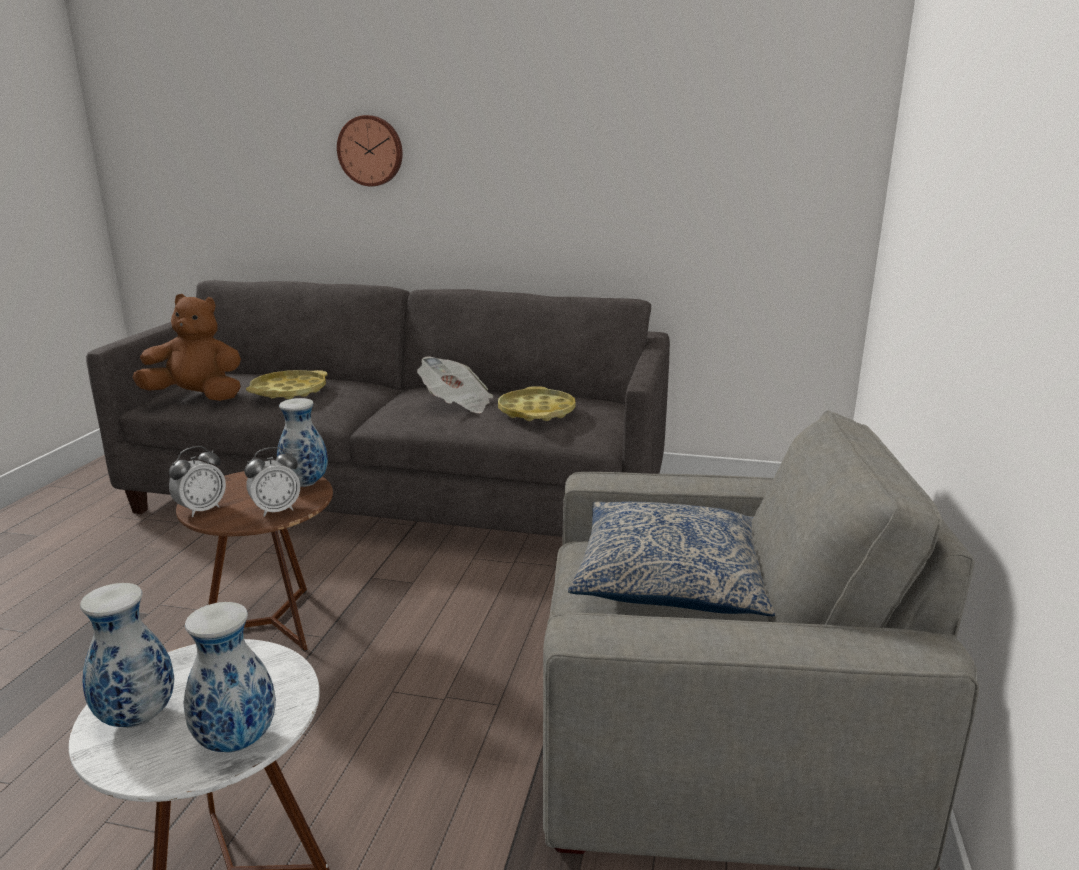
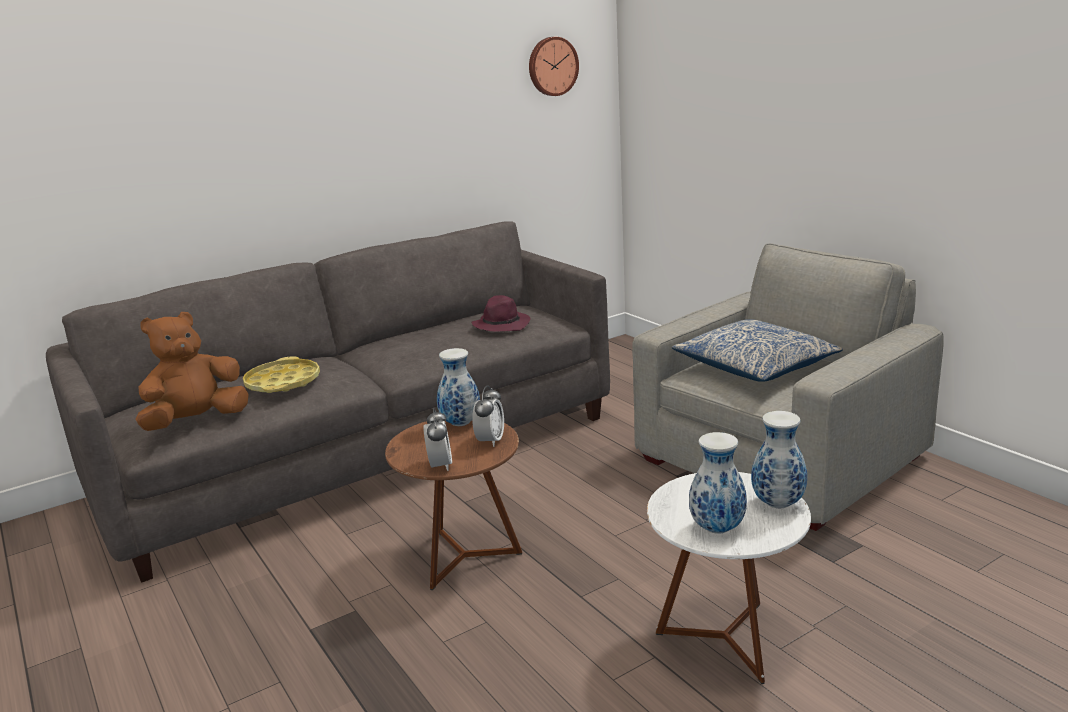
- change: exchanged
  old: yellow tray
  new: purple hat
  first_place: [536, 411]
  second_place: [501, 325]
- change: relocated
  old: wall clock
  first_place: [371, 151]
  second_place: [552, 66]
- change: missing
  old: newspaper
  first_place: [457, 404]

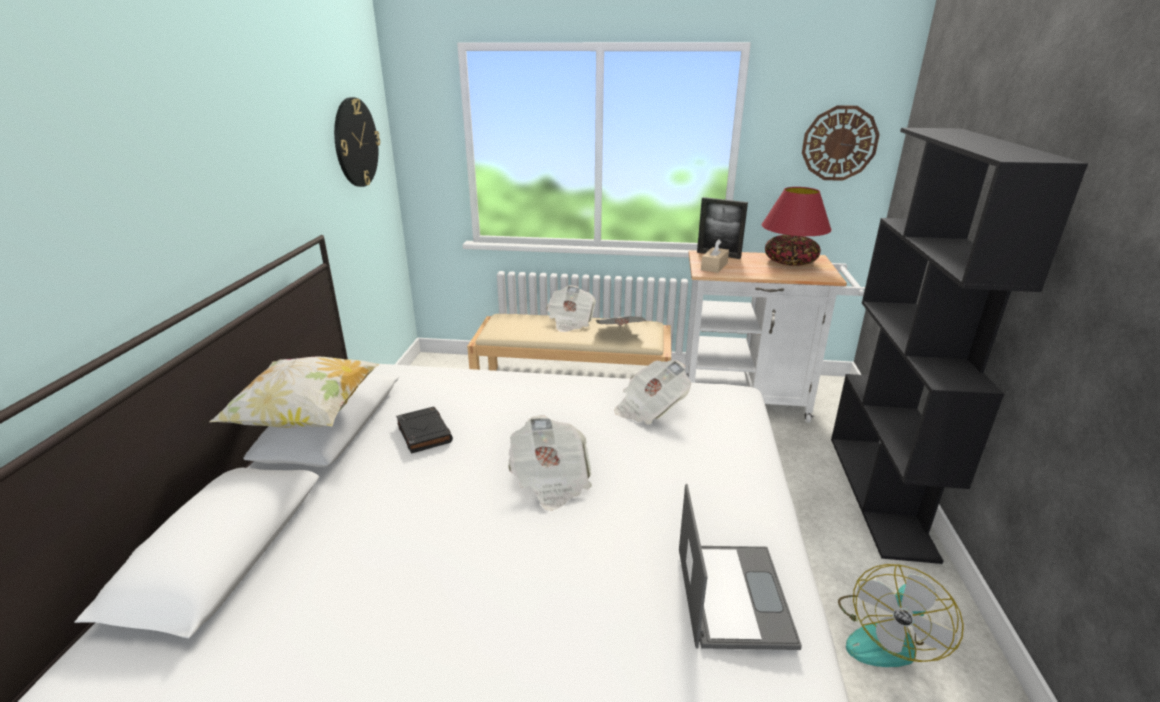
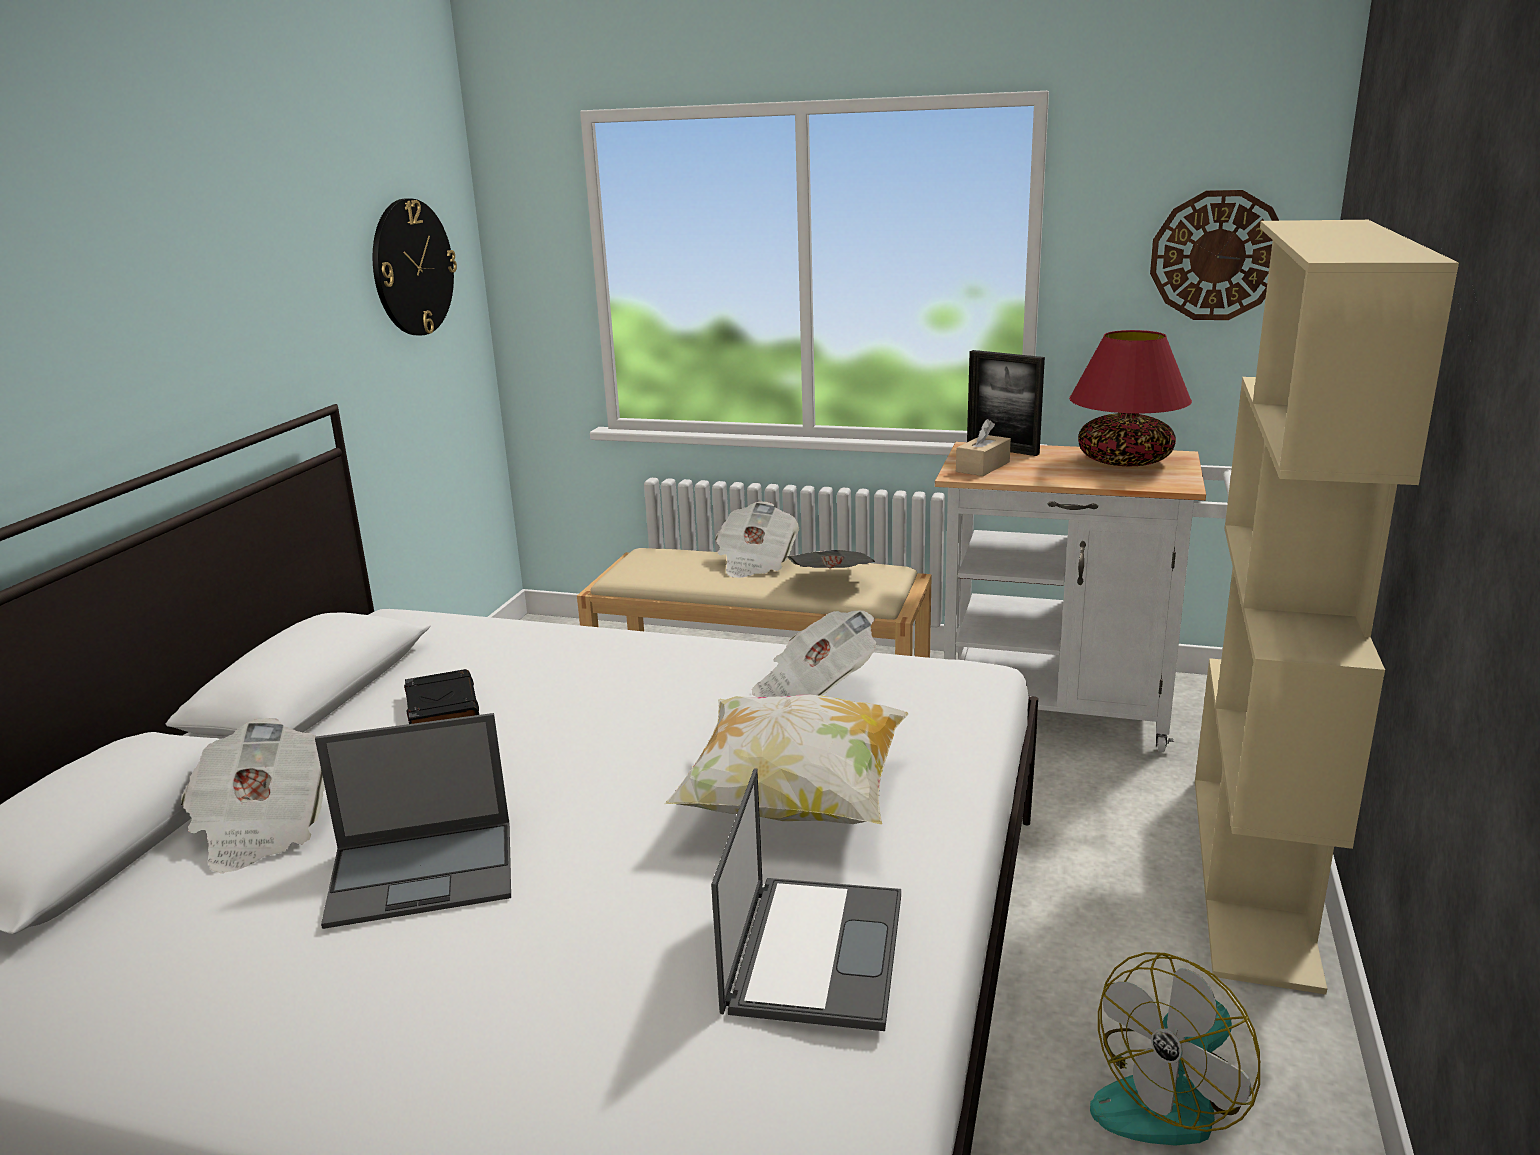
- change: relocated
  old: newspaper
  first_place: [550, 480]
  second_place: [262, 828]
- change: appeared
  new: laptop
  second_place: [425, 872]
- change: relocated
  old: pillow
  first_place: [306, 416]
  second_place: [794, 801]
- change: colour
  old: black bookcase
  new: beige bookcase
  first_place: [880, 494]
  second_place: [1253, 874]

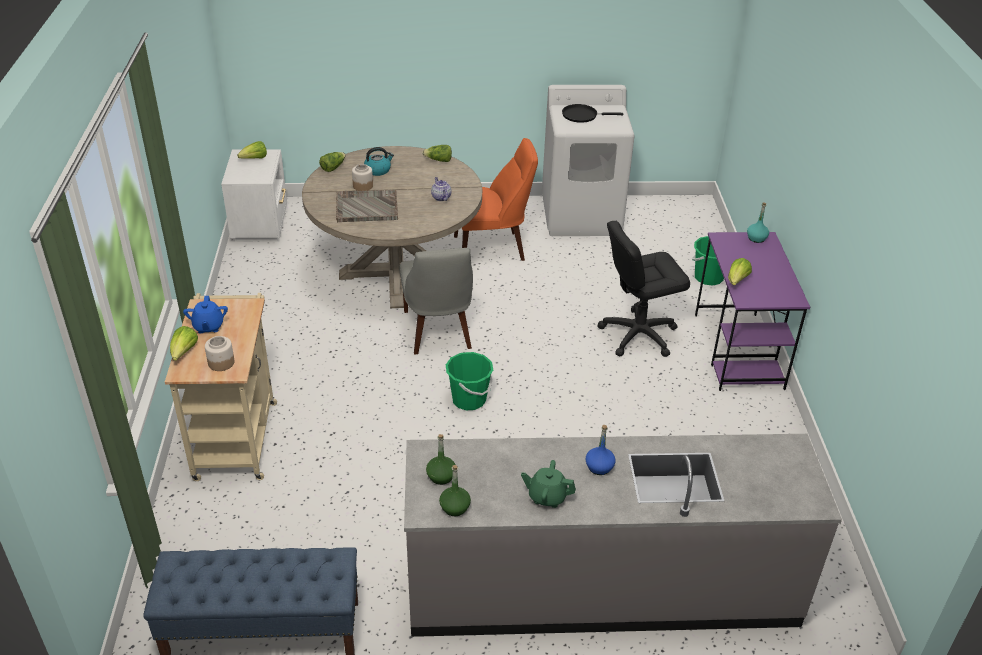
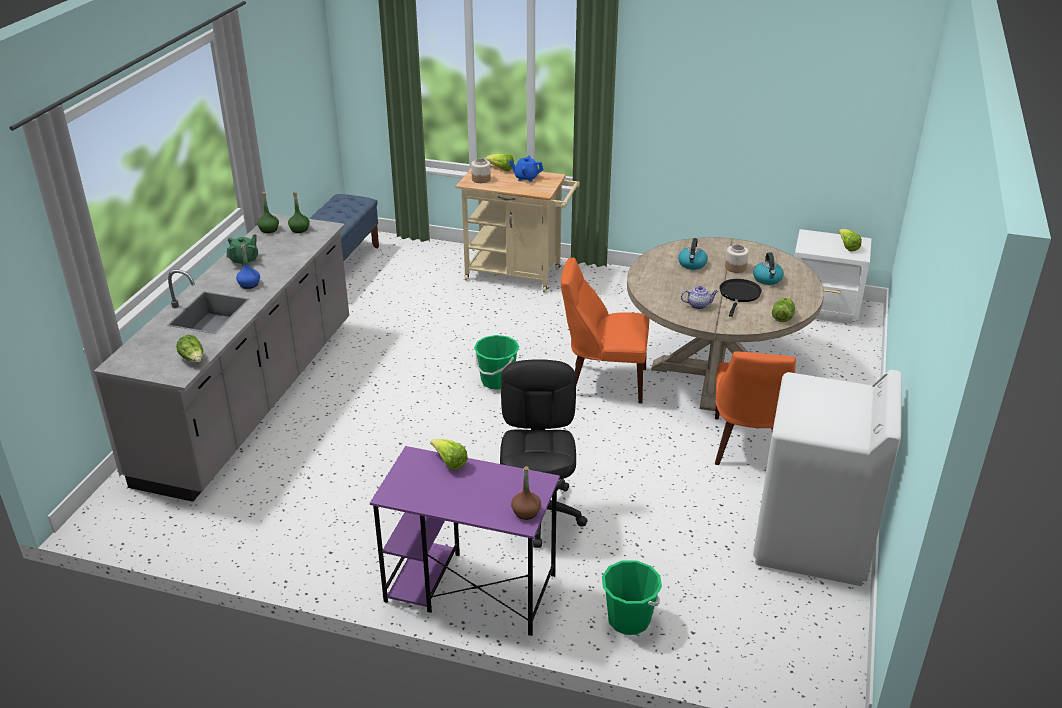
- change: relocated
  old: lettuce
  first_place: [333, 167]
  second_place: [193, 359]
- change: colour
  old: turquoise bottle
  new: brown bottle
  first_place: [756, 238]
  second_place: [526, 512]
- change: colour
  old: grey chair
  new: orange chair
  first_place: [438, 332]
  second_place: [603, 382]
- change: exchanged
  old: grey tray
  new: kettle
  first_place: [366, 207]
  second_place: [692, 264]
- change: relocated
  old: black frying pan
  first_place: [582, 116]
  second_place: [739, 295]

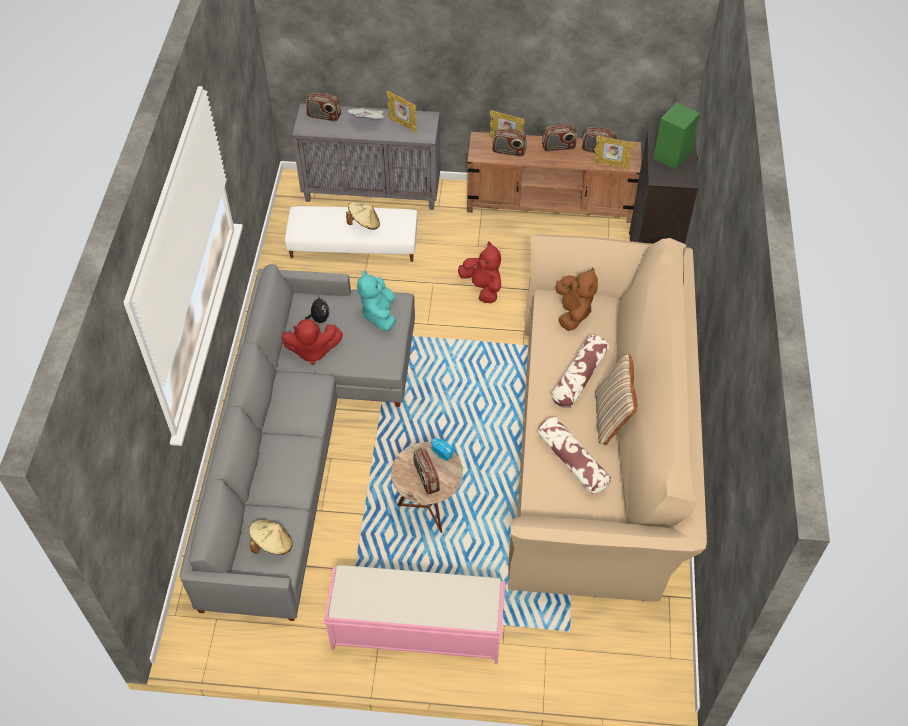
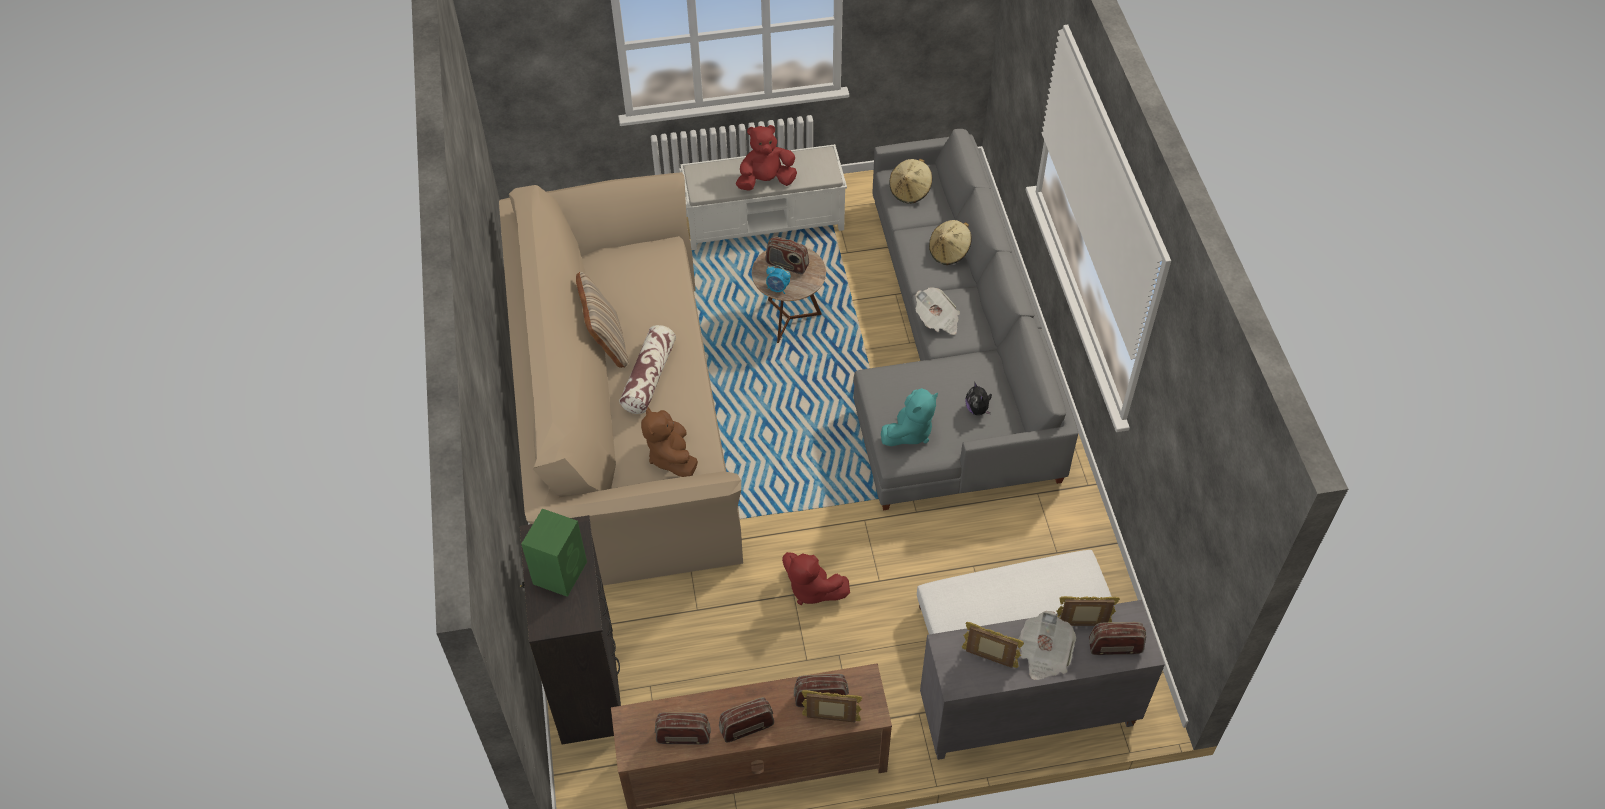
- change: colour
  old: pink bench
  new: white bench
  first_place: [415, 630]
  second_place: [765, 221]
- change: relocated
  old: red plush toy
  first_place: [312, 351]
  second_place: [766, 181]
- change: spun
  old: radio
  first_place: [426, 478]
  second_place: [787, 265]
  degrees: 150
- change: spun
  old: turquoise plush toy
  first_place: [379, 314]
  second_place: [910, 432]
  degrees: 60
- change: appeared
  new: newspaper
  second_place: [937, 320]
- change: relocated
  old: beige hat
  first_place: [364, 223]
  second_place: [949, 252]
- change: relocated
  old: picture frame
  first_place: [611, 165]
  second_place: [1082, 625]
- change: missing
  old: pillow
  first_place: [572, 461]

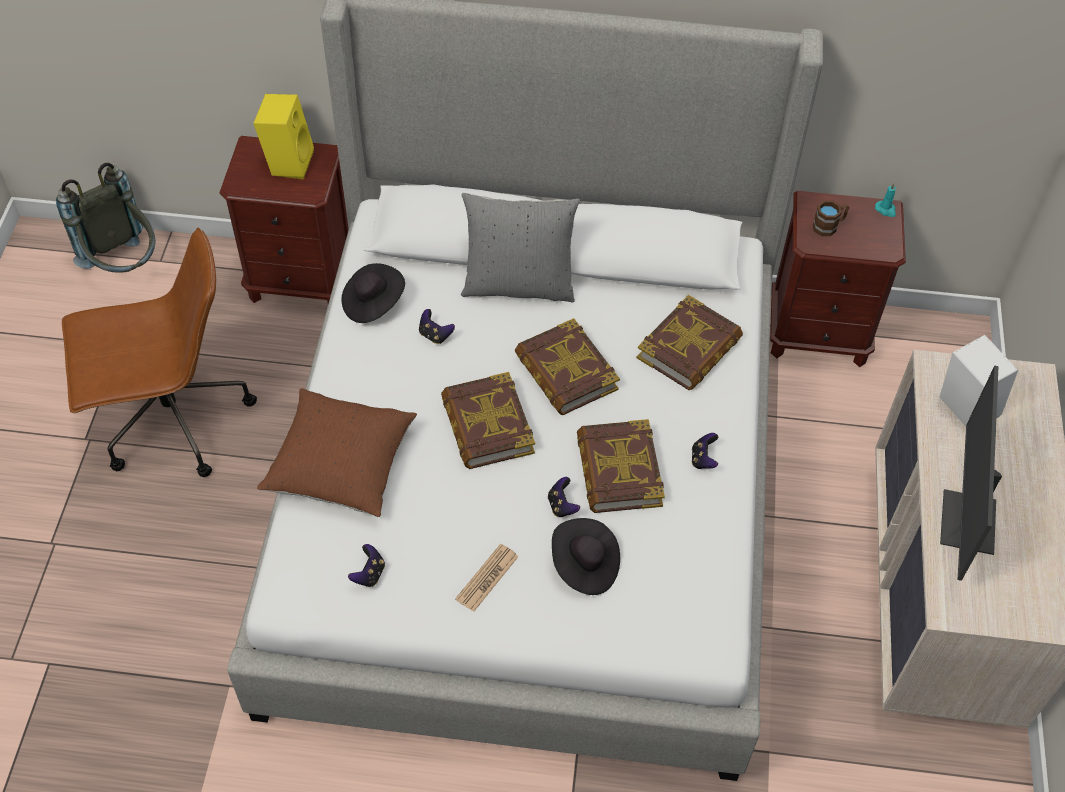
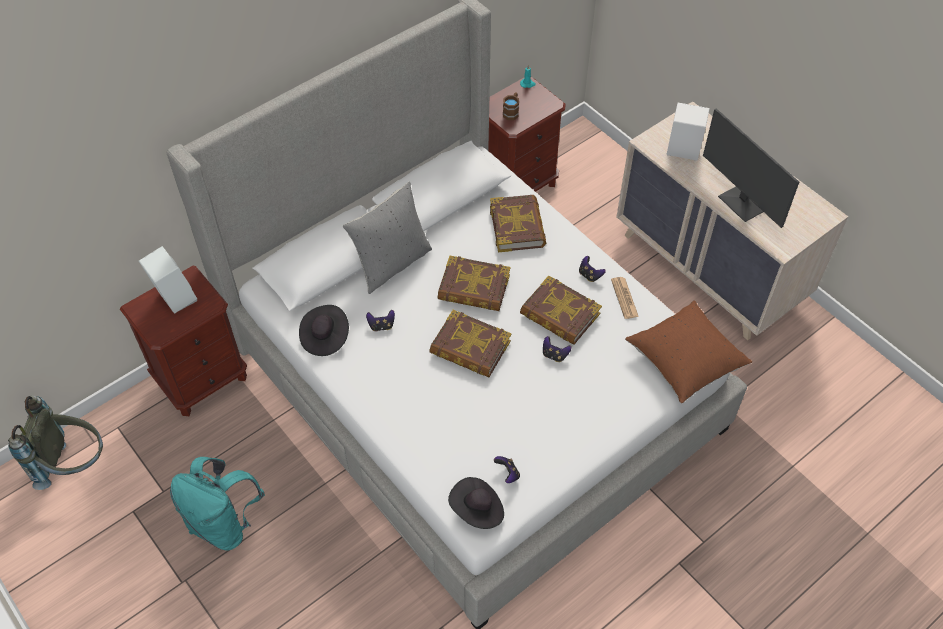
- change: colour
  old: yellow speaker
  new: white speaker
  first_place: [288, 162]
  second_place: [173, 298]
- change: exchanged
  old: brown office chair
  new: turquoise backpack
  first_place: [172, 421]
  second_place: [224, 523]
- change: relocated
  old: black hat
  first_place: [584, 565]
  second_place: [477, 510]
- change: relocated
  old: newspaper
  first_place: [487, 578]
  second_place: [624, 298]
- change: relocated
  old: brown pillow
  first_place: [341, 466]
  second_place: [684, 361]

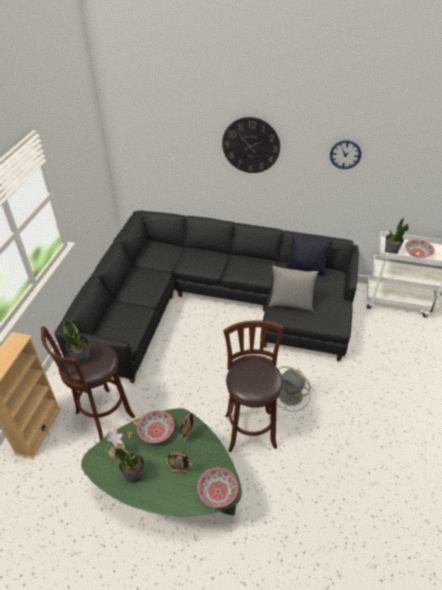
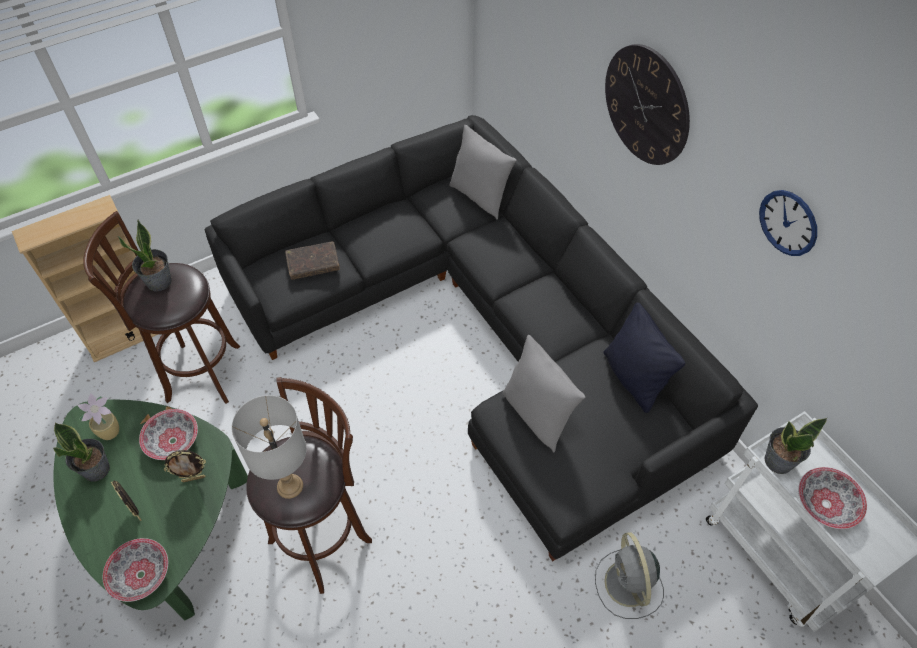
- change: appeared
  new: grey table lamp
  second_place: [290, 486]
- change: appeared
  new: brown book
  second_place: [313, 264]
- change: appeared
  new: grey pillow
  second_place: [480, 196]
- change: relocated
  old: grey fan
  first_place: [291, 396]
  second_place: [628, 585]

